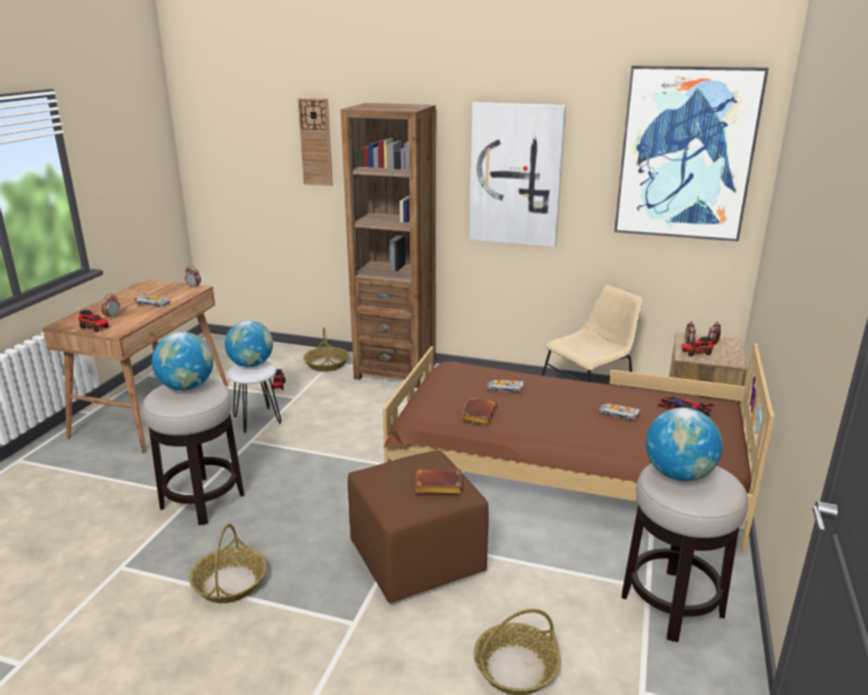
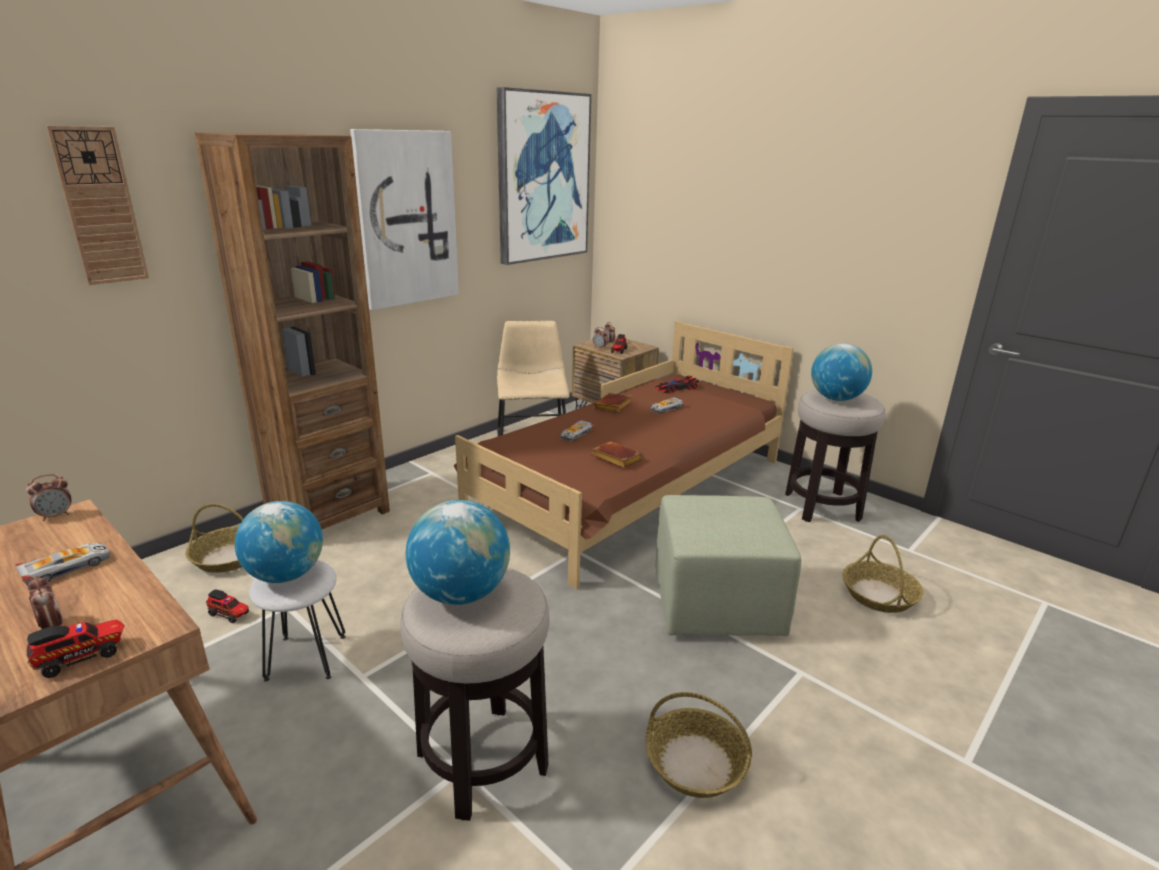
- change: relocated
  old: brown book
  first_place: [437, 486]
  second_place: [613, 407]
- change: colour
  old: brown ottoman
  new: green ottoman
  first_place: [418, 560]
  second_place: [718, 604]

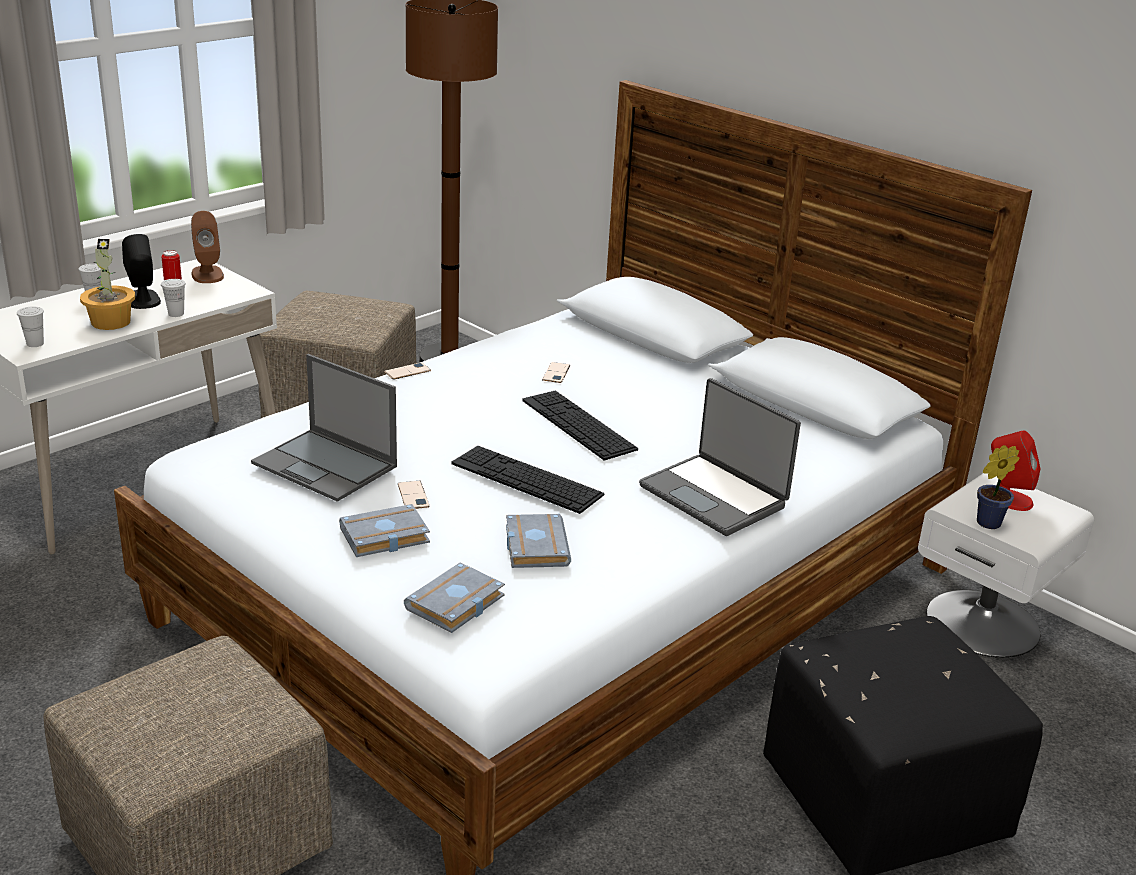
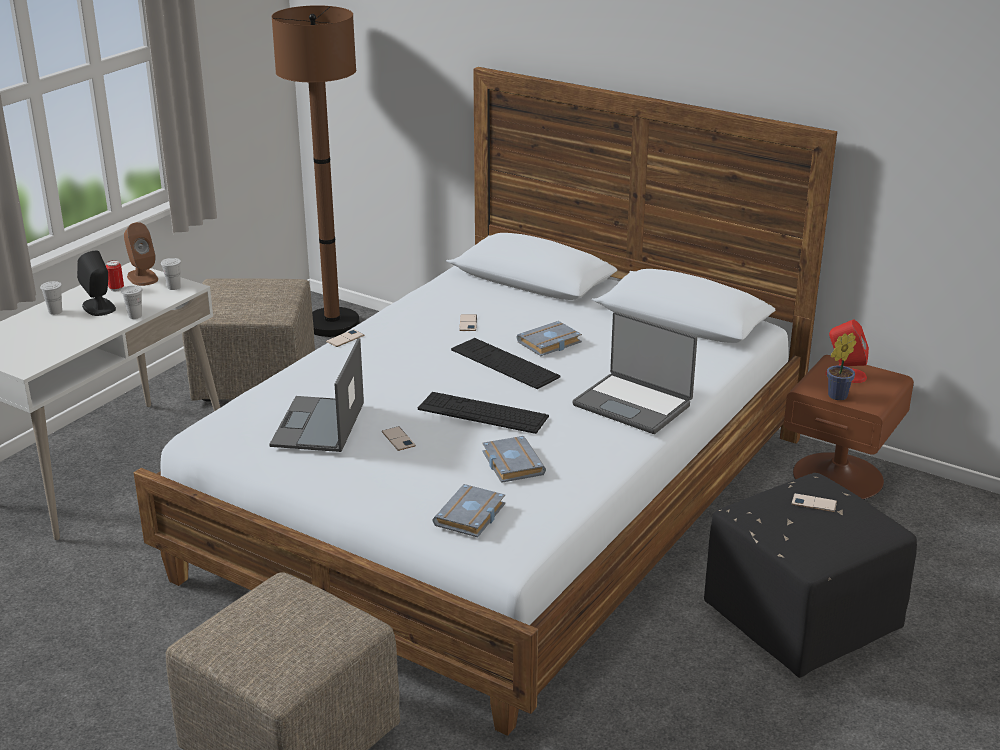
- change: relocated
  old: white cup
  first_place: [35, 344]
  second_place: [174, 287]
- change: spun
  old: laptop
  first_place: [326, 465]
  second_place: [318, 425]
  degrees: 75
- change: relocated
  old: grey book
  first_place: [383, 538]
  second_place: [549, 344]
- change: colour
  old: white nightstand
  new: brown nightstand
  first_place: [983, 622]
  second_place: [838, 476]
- change: appeared
  new: phone
  second_place: [814, 503]
- change: missing
  old: potted plant
  first_place: [111, 322]

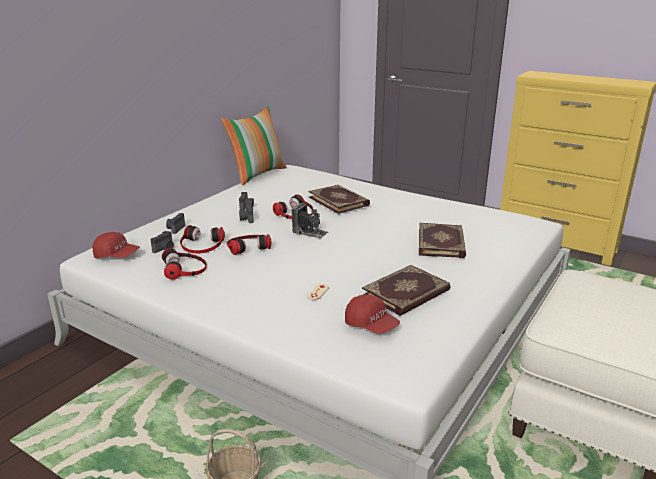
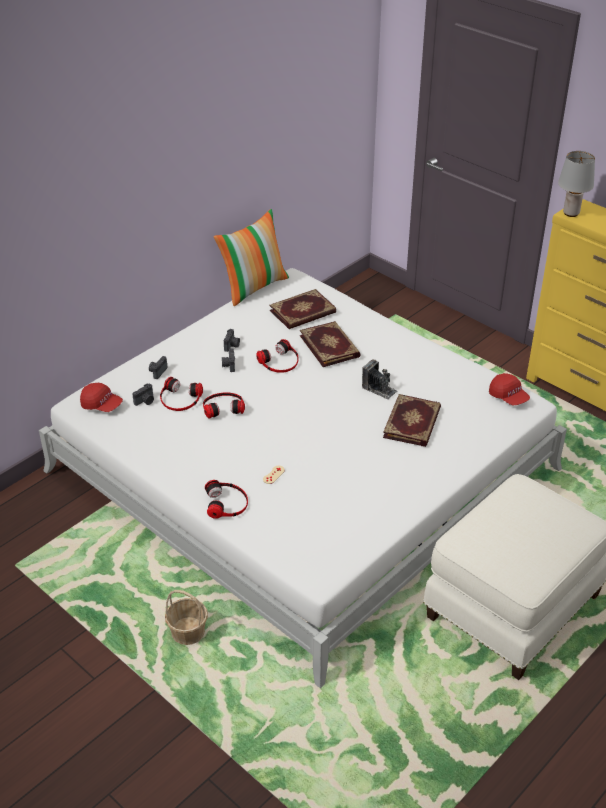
- change: relocated
  old: headphones
  first_place: [185, 269]
  second_place: [227, 503]
- change: relocated
  old: book
  first_place: [407, 293]
  second_place: [303, 312]
- change: relocated
  old: photo camera
  first_place: [310, 232]
  second_place: [379, 389]
- change: relocated
  old: red cap
  first_place: [371, 325]
  second_place: [508, 397]
- change: appeared
  new: grey table lamp
  second_place: [571, 213]

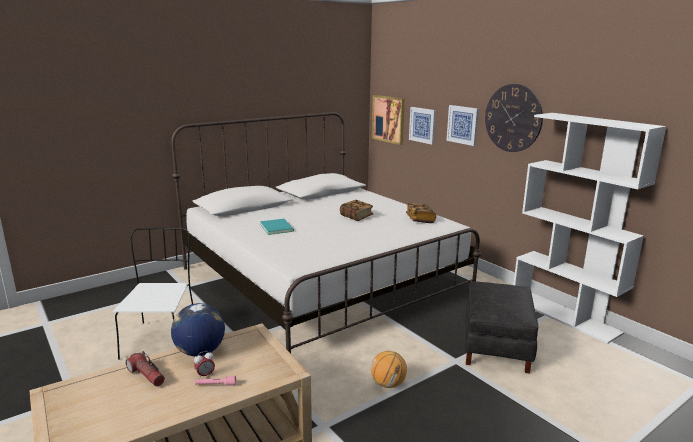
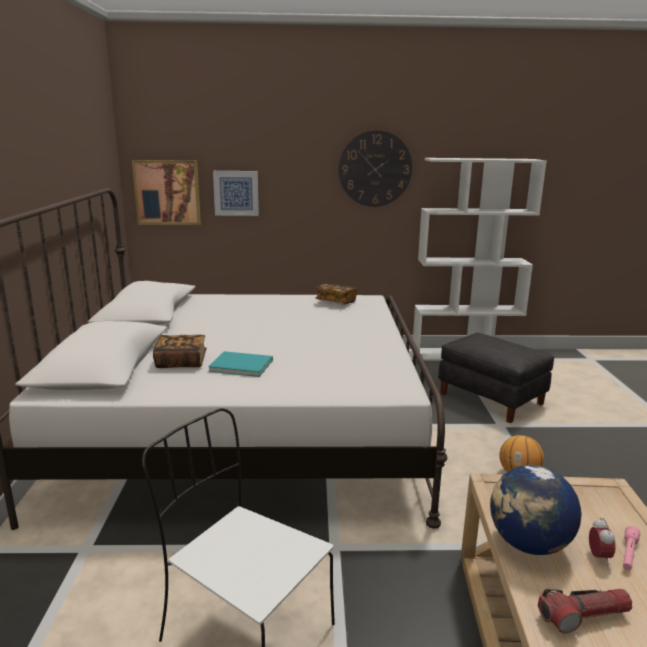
- change: relocated
  old: book
  first_place: [356, 217]
  second_place: [181, 362]
- change: missing
  old: picture
  first_place: [463, 125]

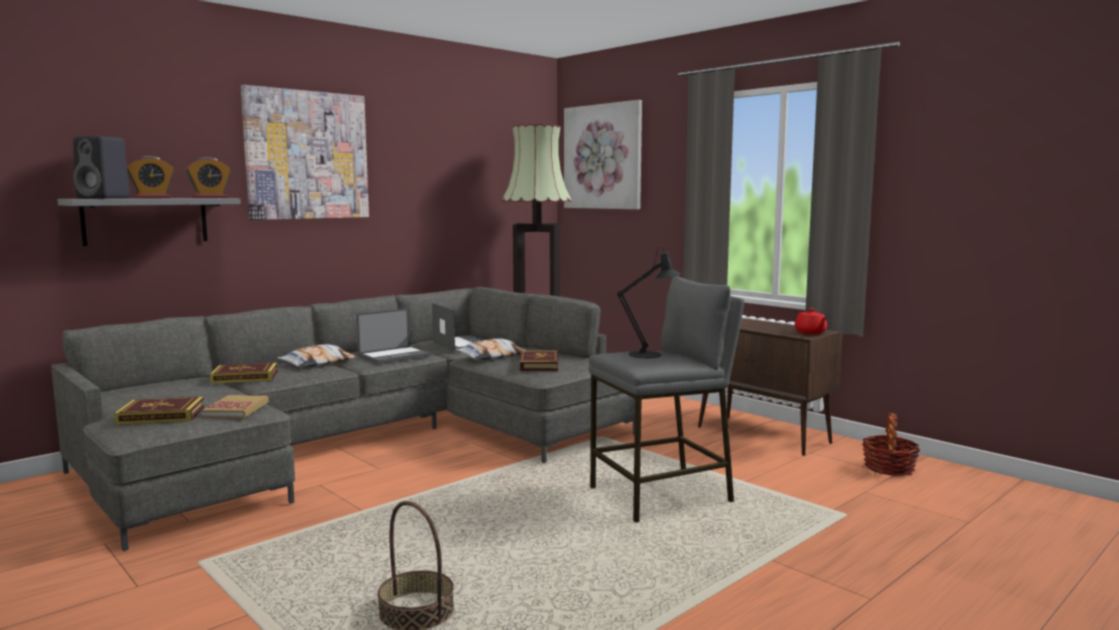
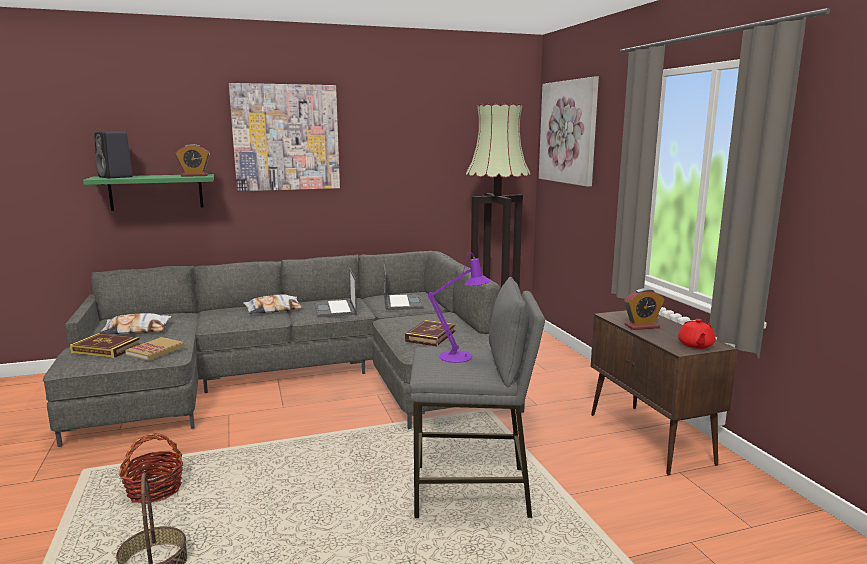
- change: colour
  old: grey shelf
  new: green shelf
  first_place: [146, 221]
  second_place: [156, 192]
- change: relocated
  old: pillow
  first_place: [492, 356]
  second_place: [136, 330]
- change: relocated
  old: basket
  first_place: [889, 468]
  second_place: [155, 490]
- change: spun
  old: laptop
  first_place: [395, 355]
  second_place: [335, 309]
  degrees: 90
- change: colour
  old: black table lamp
  new: purple table lamp
  first_place: [650, 354]
  second_place: [460, 357]
- change: relocated
  old: alarm clock
  first_place: [152, 198]
  second_place: [642, 326]
- change: missing
  old: book
  first_place: [245, 377]

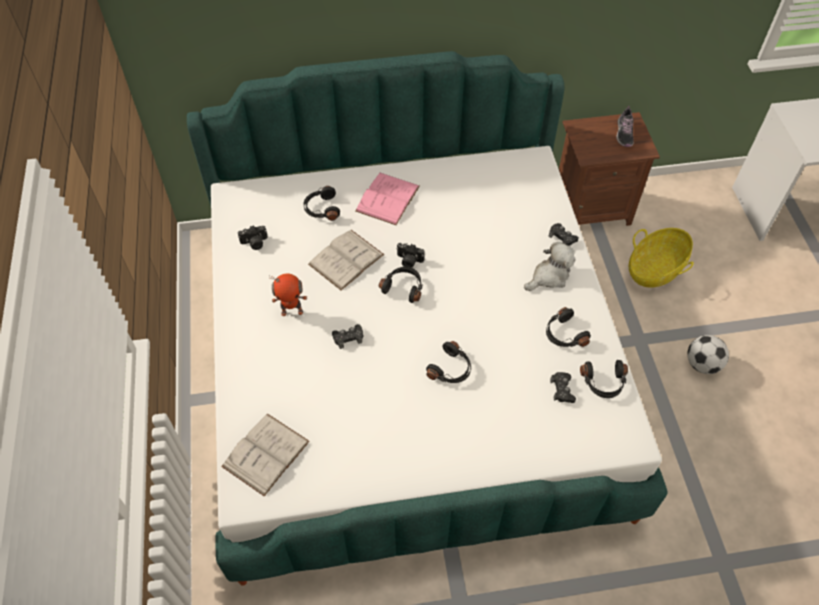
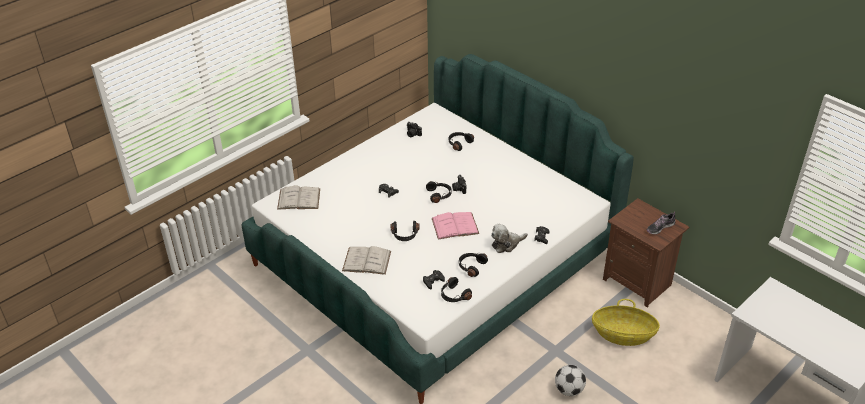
- change: relocated
  old: white book
  first_place: [346, 259]
  second_place: [366, 261]
- change: relocated
  old: pink book
  first_place: [387, 198]
  second_place: [455, 226]
- change: spun
  old: plush toy
  first_place: [549, 276]
  second_place: [506, 244]
  degrees: 135
- change: missing
  old: toy robot
  first_place: [292, 311]

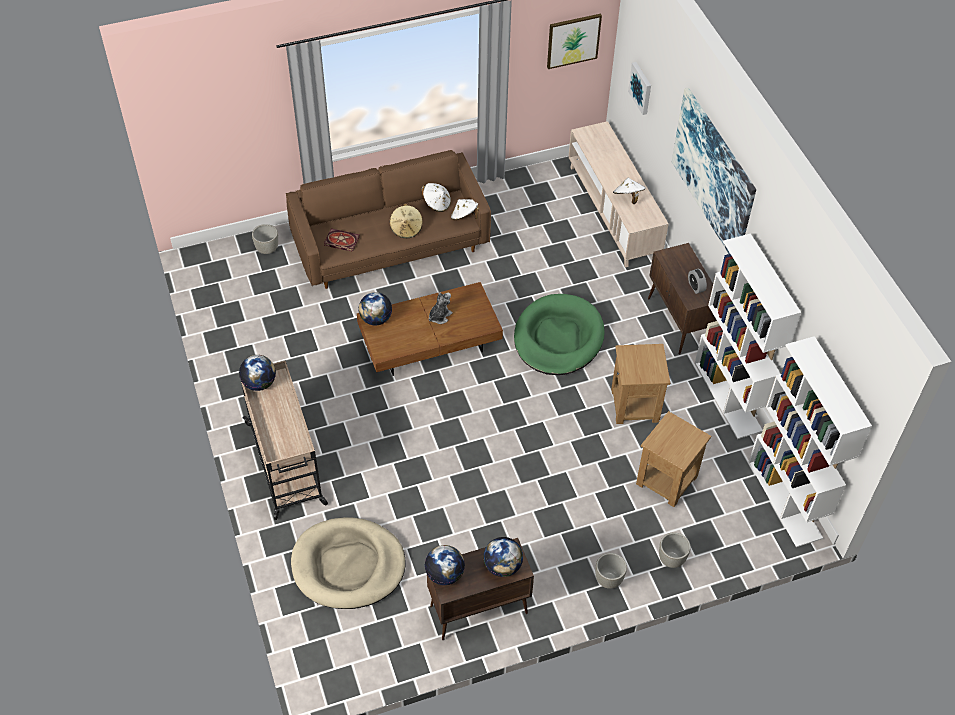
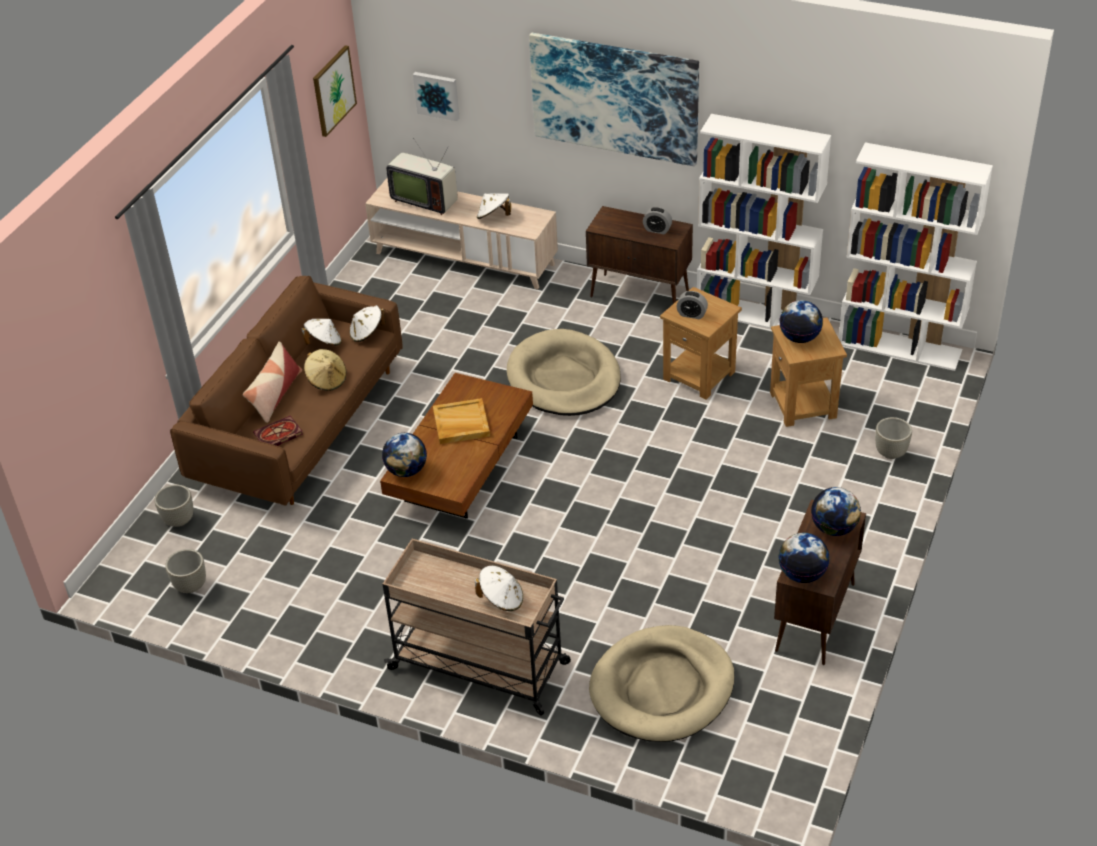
- change: relocated
  old: grey planter
  first_place: [608, 580]
  second_place: [190, 586]
- change: appeared
  new: pillow
  second_place: [275, 395]
- change: appeared
  new: television
  second_place: [425, 200]
- change: exchanged
  old: plush toy
  new: beige tray
  first_place: [439, 316]
  second_place: [461, 424]
- change: appeared
  new: white hat
  second_place: [501, 599]
- change: colour
  old: green dog bed
  new: beige dog bed
  first_place: [558, 338]
  second_place: [564, 378]
- change: appeared
  new: alarm clock
  second_place: [691, 314]
- change: relocated
  old: globe
  first_place: [259, 383]
  second_place: [799, 338]

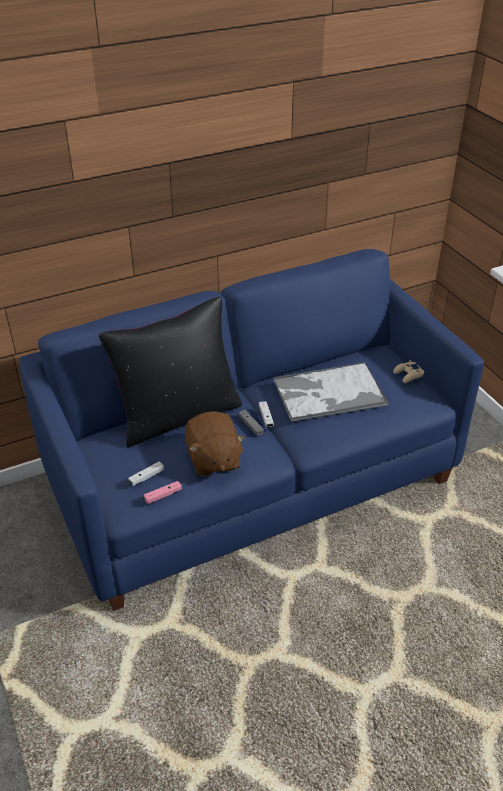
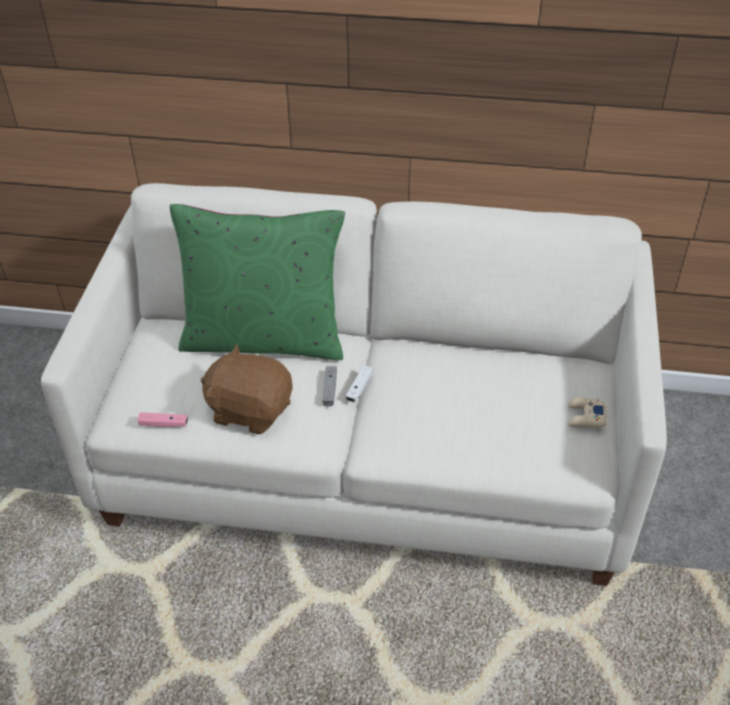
- change: colour
  old: blue sofa
  new: white sofa
  first_place: [251, 481]
  second_place: [366, 457]
- change: colour
  old: black pillow
  new: green pillow
  first_place: [177, 415]
  second_place: [264, 338]
- change: spun
  old: brown plush toy
  first_place: [213, 459]
  second_place: [250, 409]
  degrees: 90
- change: missing
  old: white game controller
  first_place: [146, 477]
- change: missing
  old: tray
  first_place: [328, 393]

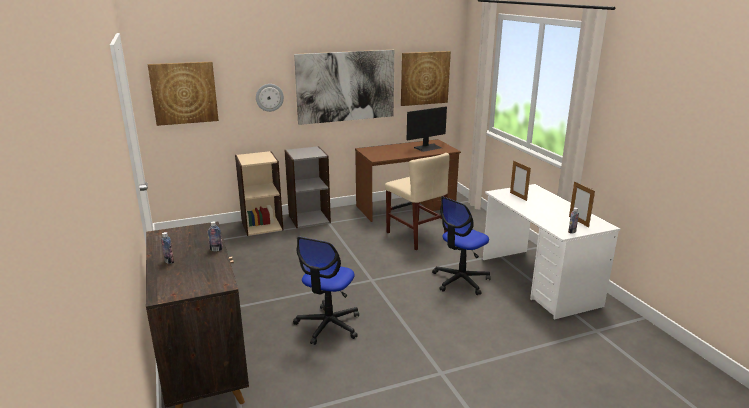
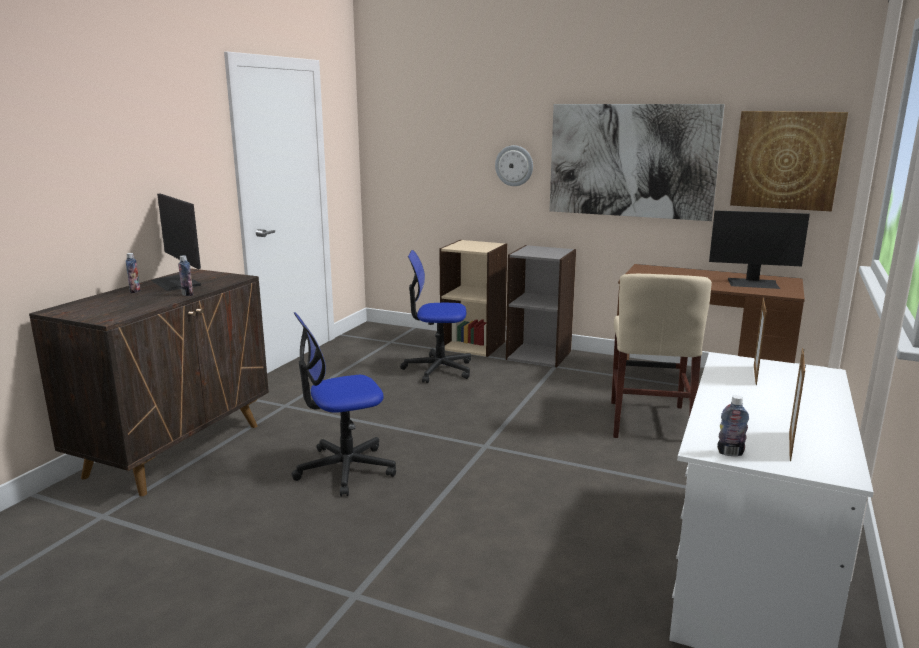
- change: appeared
  new: monitor
  second_place: [177, 282]
- change: relocated
  old: office chair
  first_place: [460, 281]
  second_place: [438, 369]
- change: missing
  old: picture
  first_place: [184, 93]

